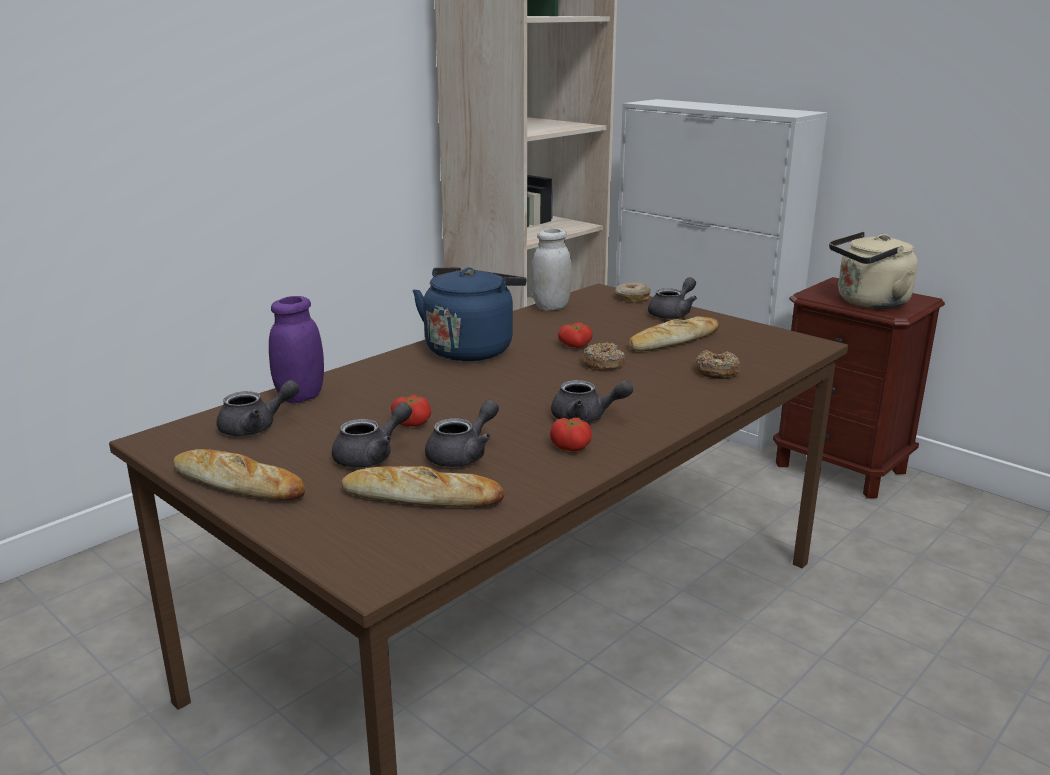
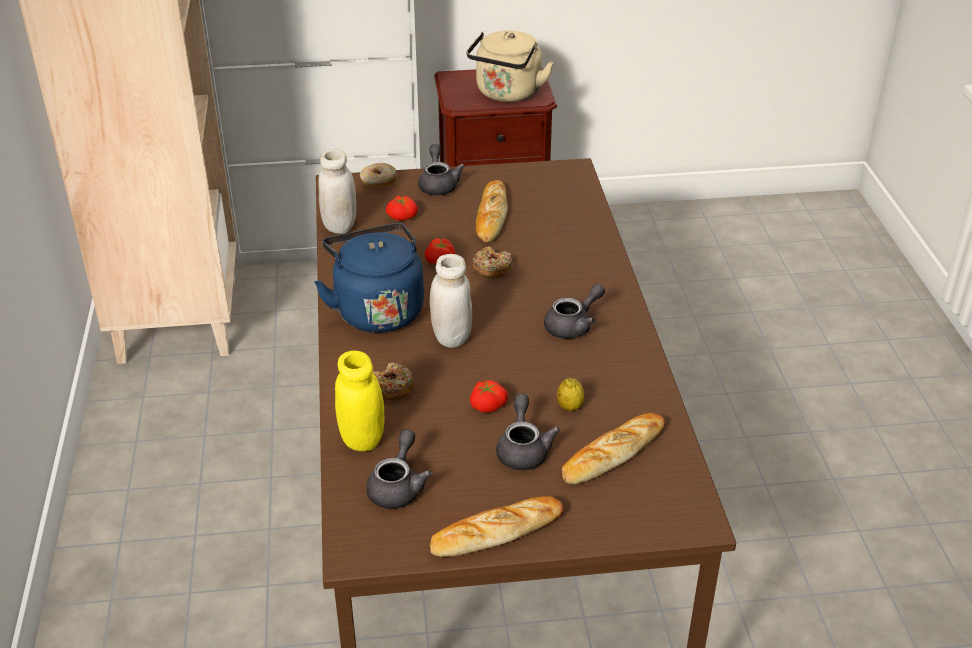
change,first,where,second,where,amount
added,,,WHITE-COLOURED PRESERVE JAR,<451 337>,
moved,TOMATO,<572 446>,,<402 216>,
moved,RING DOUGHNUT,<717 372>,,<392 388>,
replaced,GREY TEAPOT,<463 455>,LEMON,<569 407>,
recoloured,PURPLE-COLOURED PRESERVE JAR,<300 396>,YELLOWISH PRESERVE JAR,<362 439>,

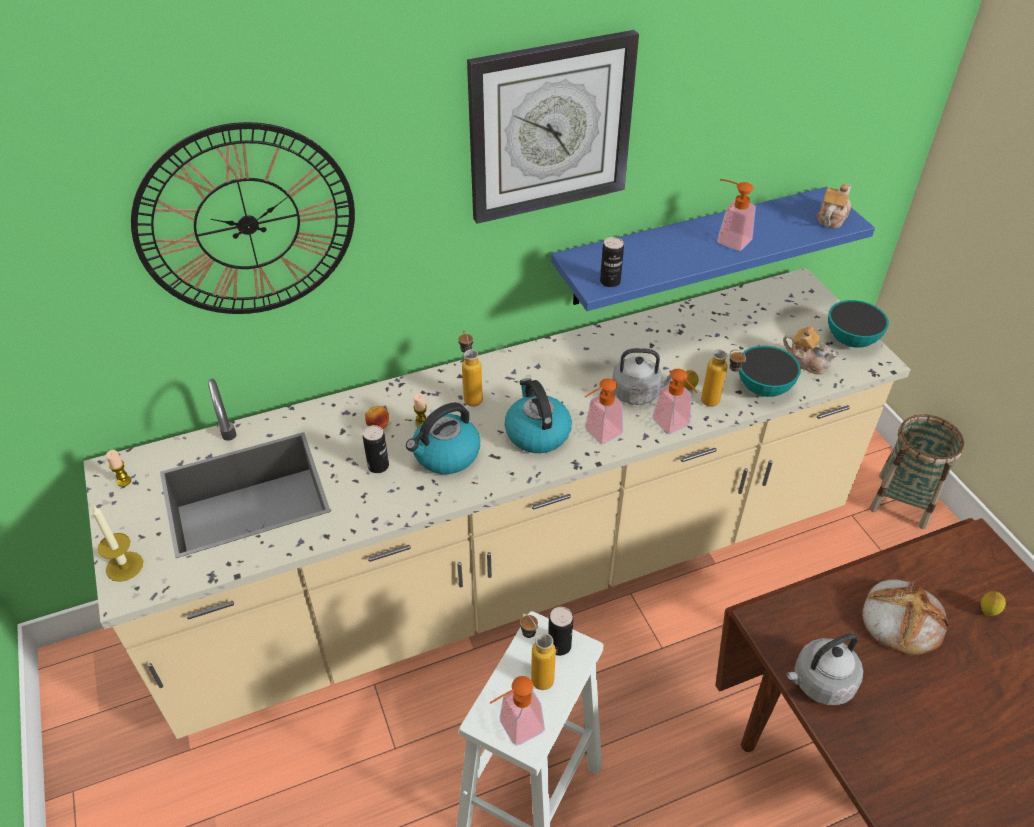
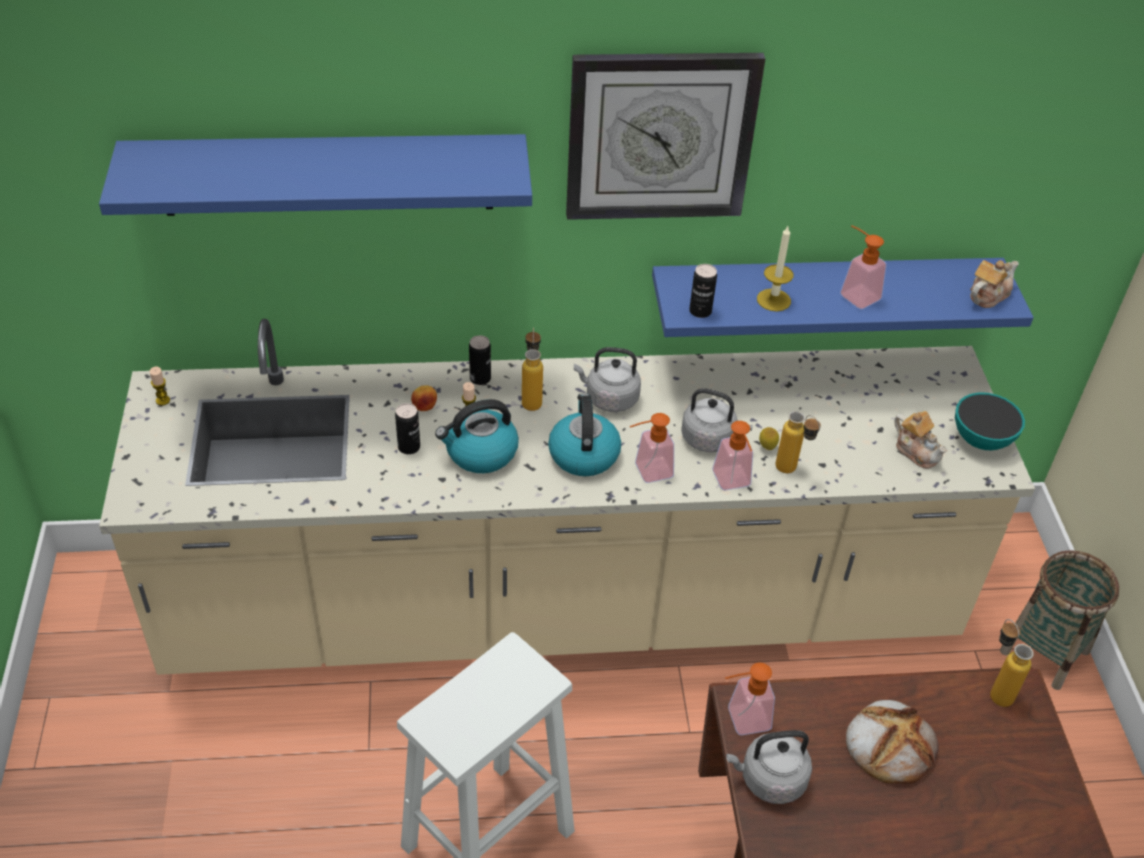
change,first,where,second,where,amount
removed,BOWL,<763 388>,,,
removed,LEMON,<987 611>,,,
added,,,GREY KETTLE,<609 398>,
moved,WAX LIGHT,<124 566>,,<773 300>,
moved,SOAP BOTTLE,<514 729>,,<741 720>,
moved,BOTTLE,<536 674>,,<995 689>,
moved,SEALED CAN,<559 646>,,<480 378>,
replaced,WALL CLOCK,<247 224>,BLUISH WALL SHELF,<327 174>,

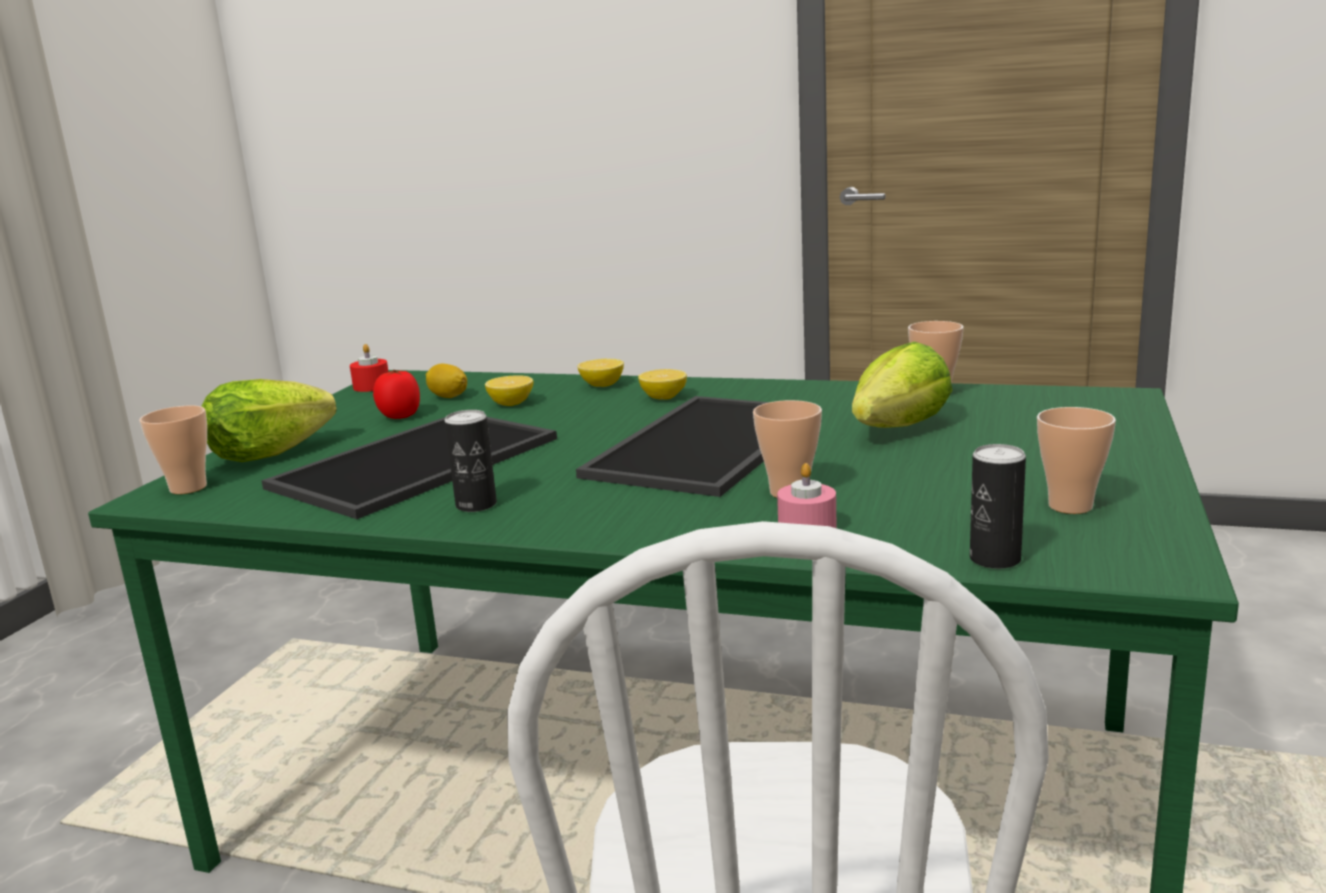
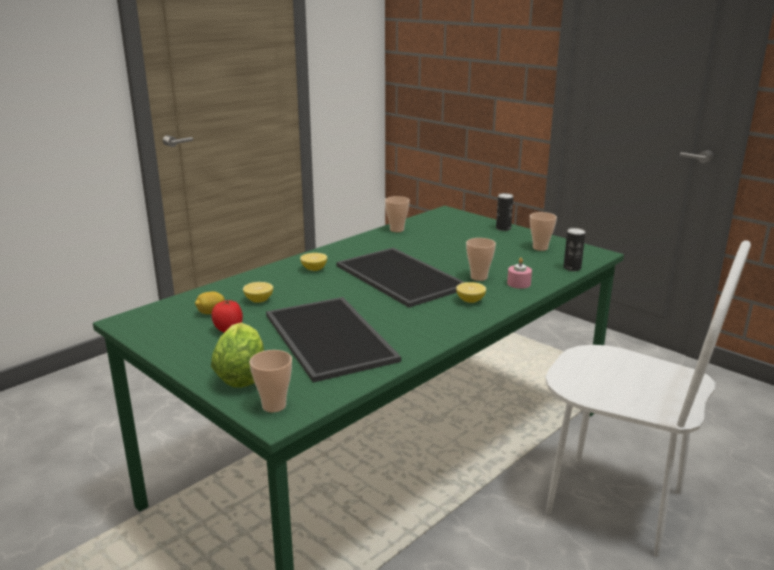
change,first,where,second,where,amount
removed,RED-COLOURED WAX LIGHT,<371 386>,,,
removed,HEAD OF LETTUCE,<900 428>,,,
moved,SEALED CAN,<476 505>,,<503 228>,
moved,LEMON,<602 385>,,<470 301>,

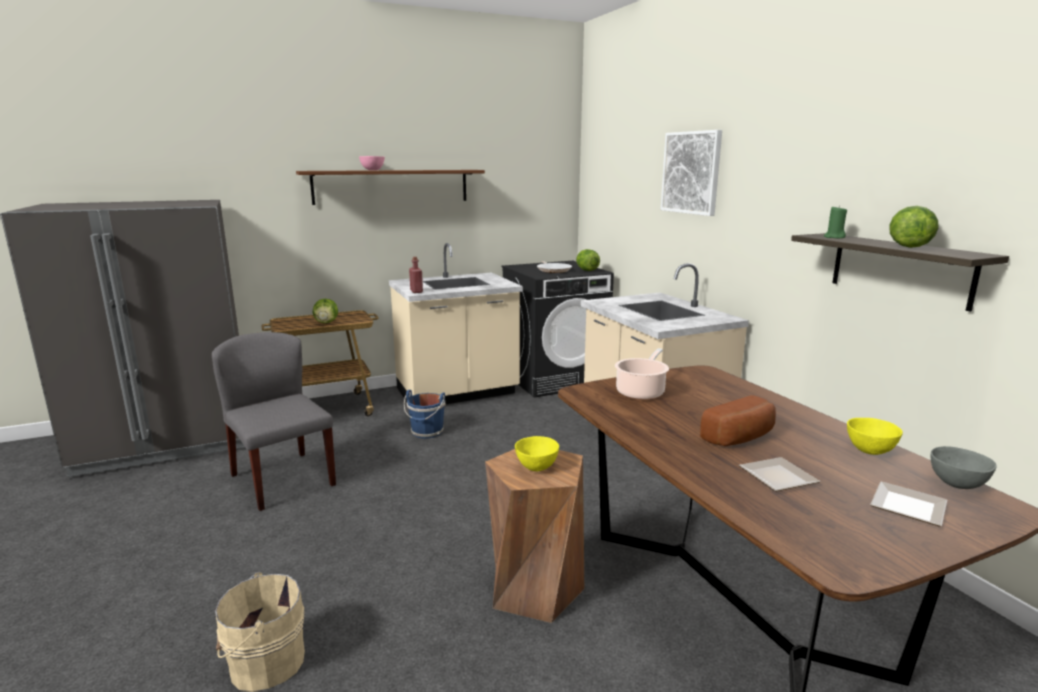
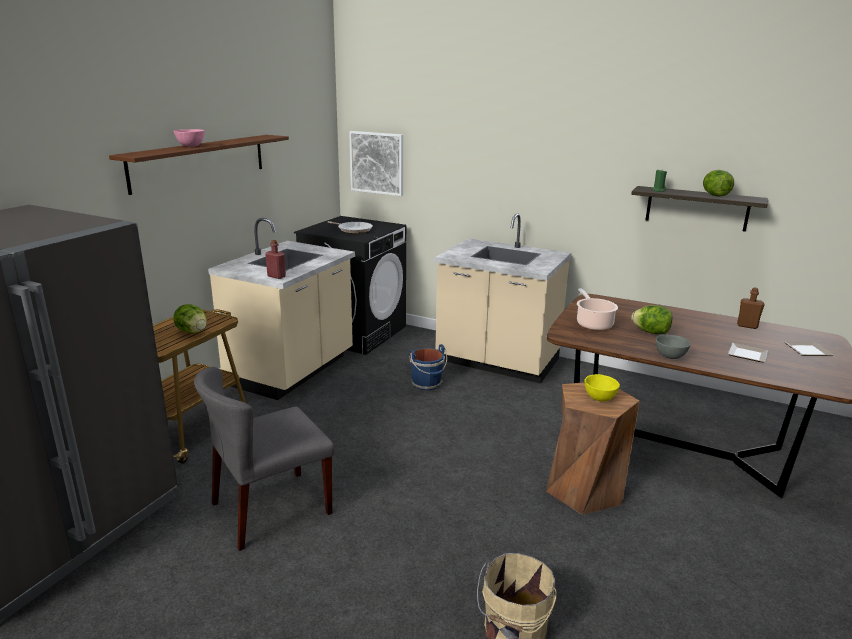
change,first,where,second,where,amount
removed,BREAD,<741 438>,,,
moved,BLUISH WATER BUCKET,<427 432>,,<427 384>,
moved,HEAD OF LETTUCE,<587 270>,,<651 332>,
moved,PICTURE,<691 172>,,<377 163>,
moved,GREY BOWL,<956 485>,,<670 357>,
replaced,YELLOWISH BOWL,<870 450>,BROWN BOTTLE,<747 326>,
turned,GREY CHAIR,<282 479>,,<270 509>,45 degrees counterclockwise

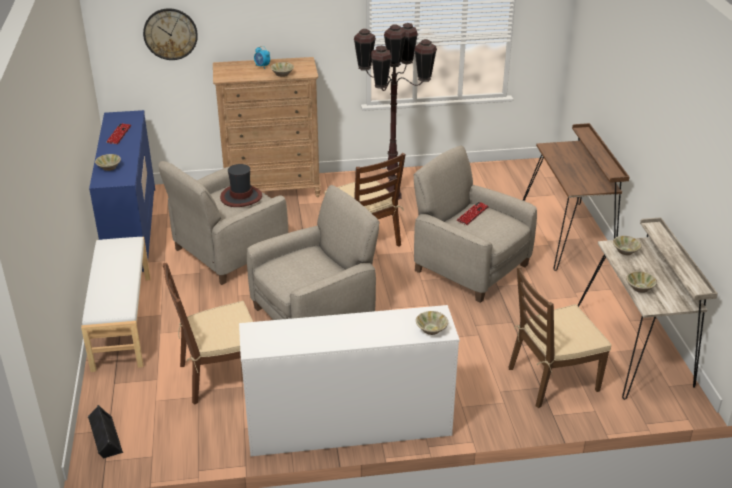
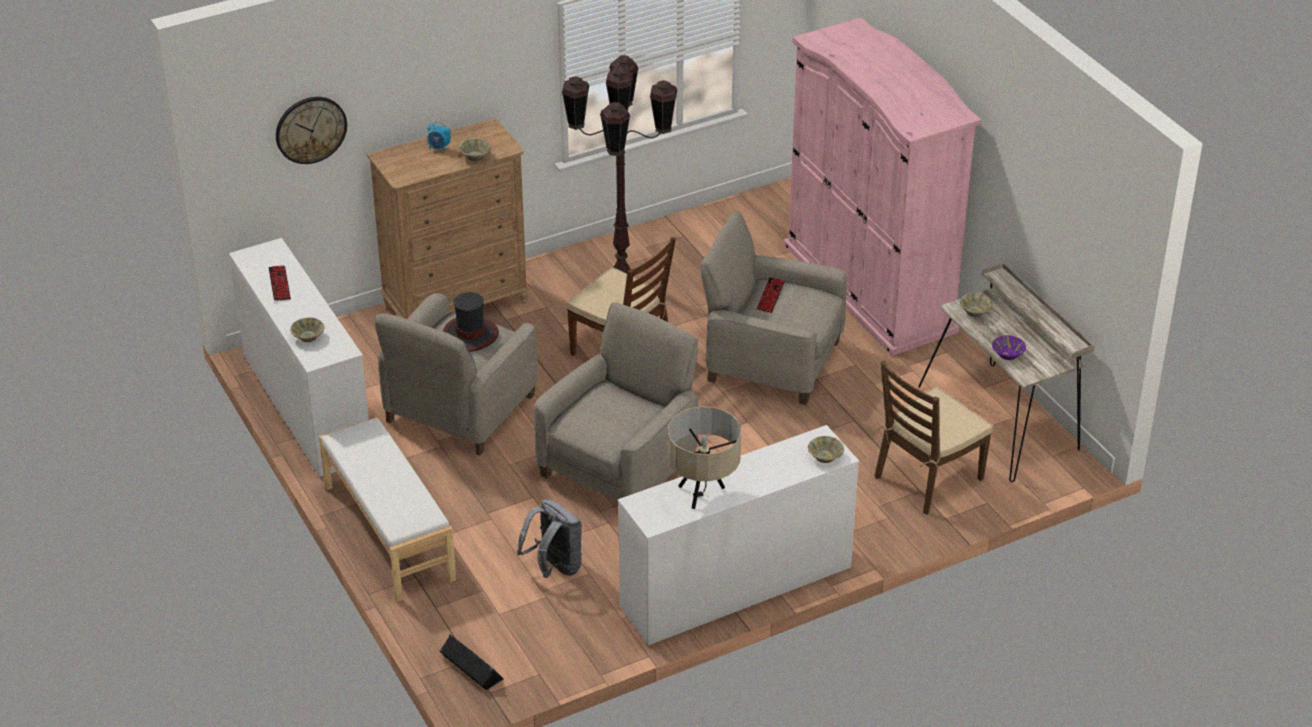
change,first,where,second,where,amount
added,,,SAND-COLOURED TABLE LAMP,<703 494>,
replaced,BROWN CHAIR,<219 376>,GREY KNAPSACK,<554 567>,
replaced,BROWN DESK TABLE,<569 234>,PINKISH WARDROBE,<869 288>,
recoloured,BLUISH CHEST OF DRAWERS,<132 229>,WHITE-COLOURED CHEST OF DRAWERS,<306 406>,
recoloured,SAND-COLOURED BOWL,<639 288>,PURPLE-COLOURED BOWL,<1007 354>,

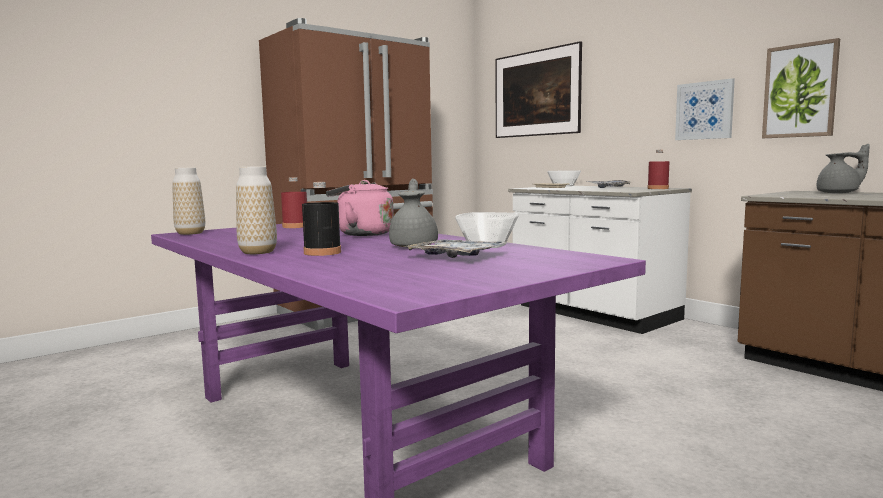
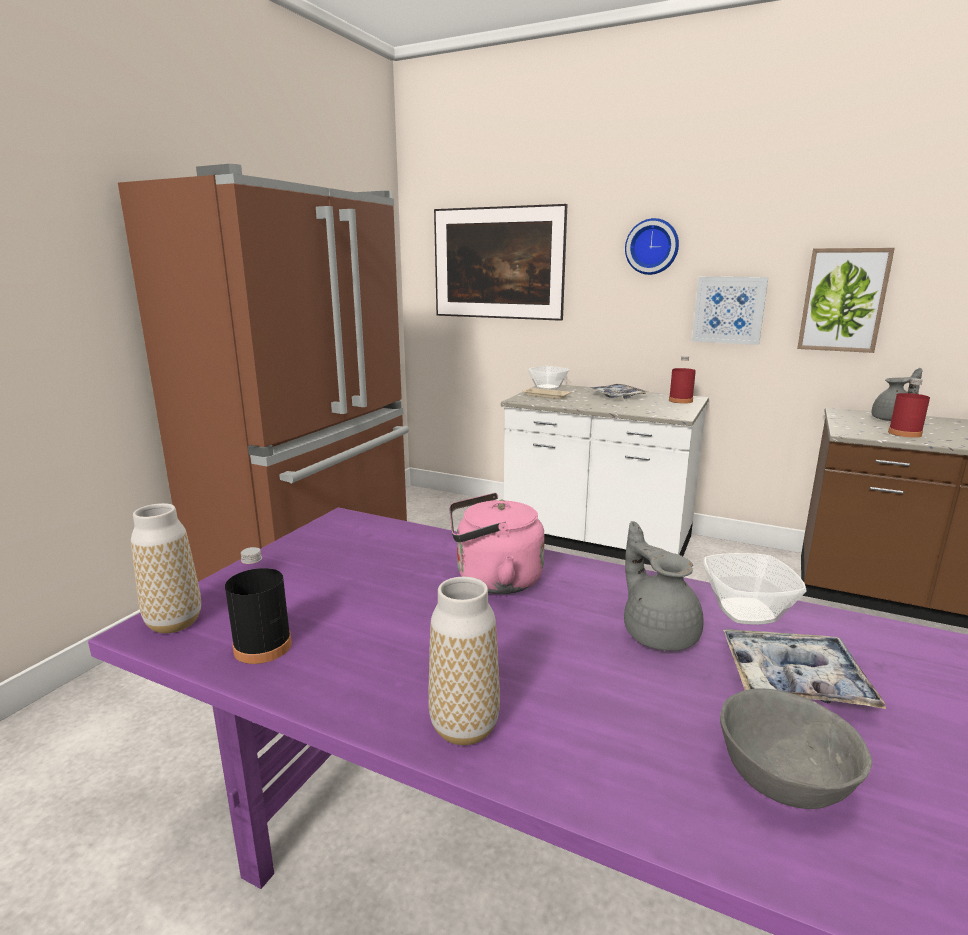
change,first,where,second,where,amount
added,,,WALL CLOCK,<652 246>,
added,,,GREY BOWL,<784 776>,
moved,RED-COLOURED BOTTLE,<295 226>,,<904 433>,
moved,BLACK BOTTLE,<322 252>,,<263 647>,

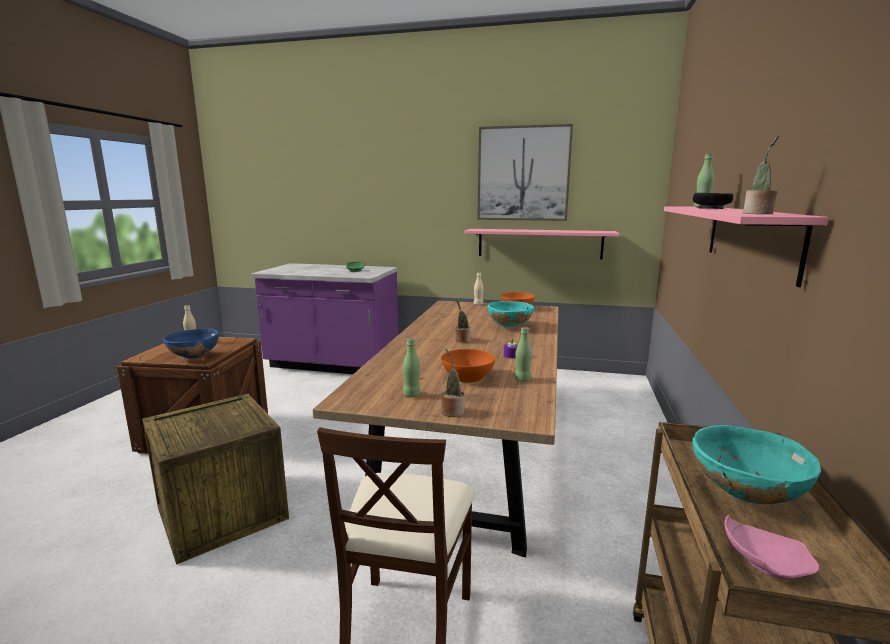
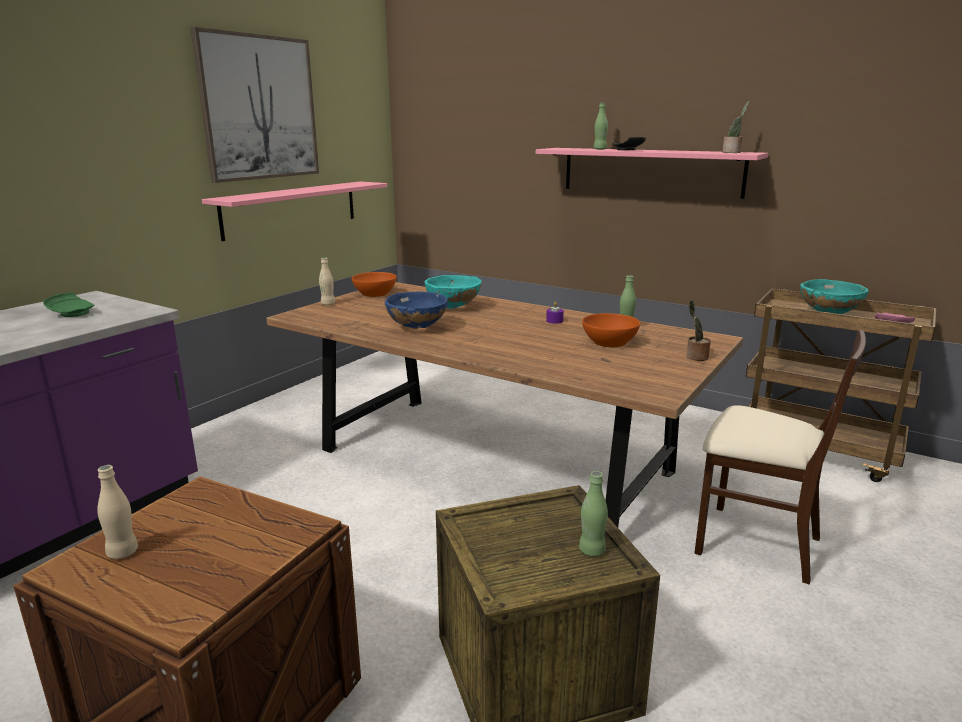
change,first,where,second,where,amount
removed,HOUSEPLANT,<462 340>,,,
moved,BLUISH BOWL,<194 357>,,<417 328>,
moved,GREEN BOTTLE,<411 394>,,<592 550>,

